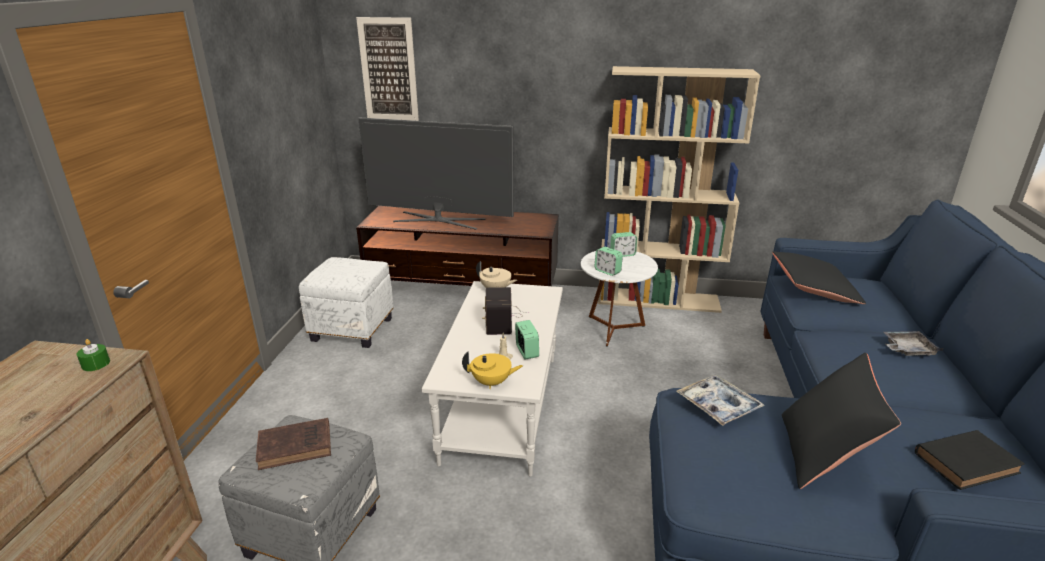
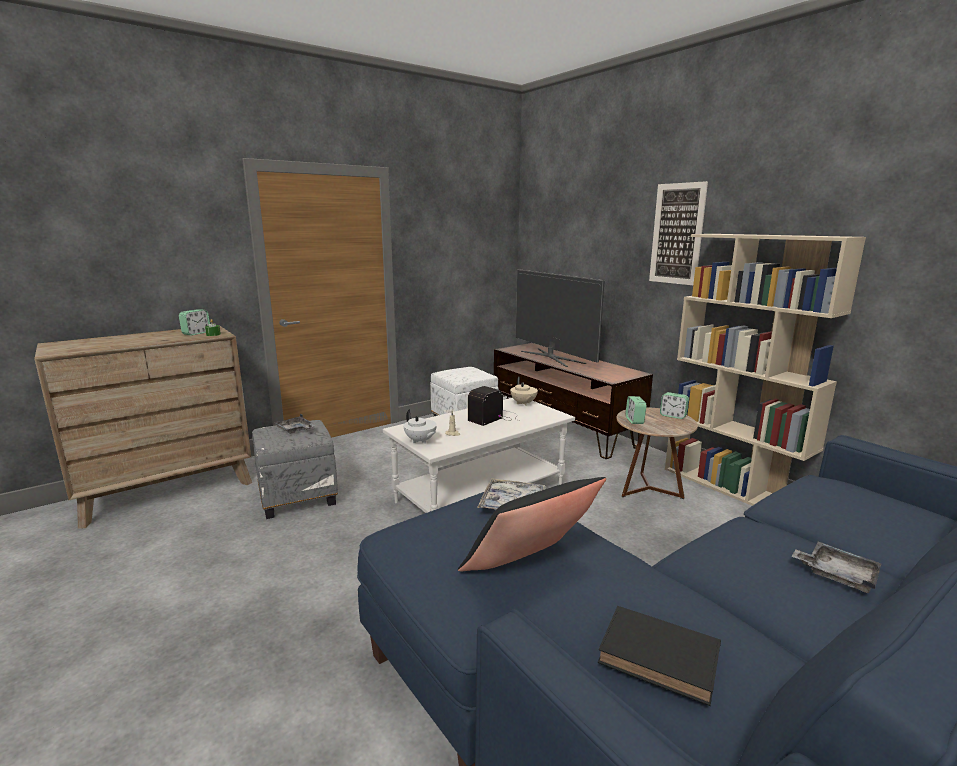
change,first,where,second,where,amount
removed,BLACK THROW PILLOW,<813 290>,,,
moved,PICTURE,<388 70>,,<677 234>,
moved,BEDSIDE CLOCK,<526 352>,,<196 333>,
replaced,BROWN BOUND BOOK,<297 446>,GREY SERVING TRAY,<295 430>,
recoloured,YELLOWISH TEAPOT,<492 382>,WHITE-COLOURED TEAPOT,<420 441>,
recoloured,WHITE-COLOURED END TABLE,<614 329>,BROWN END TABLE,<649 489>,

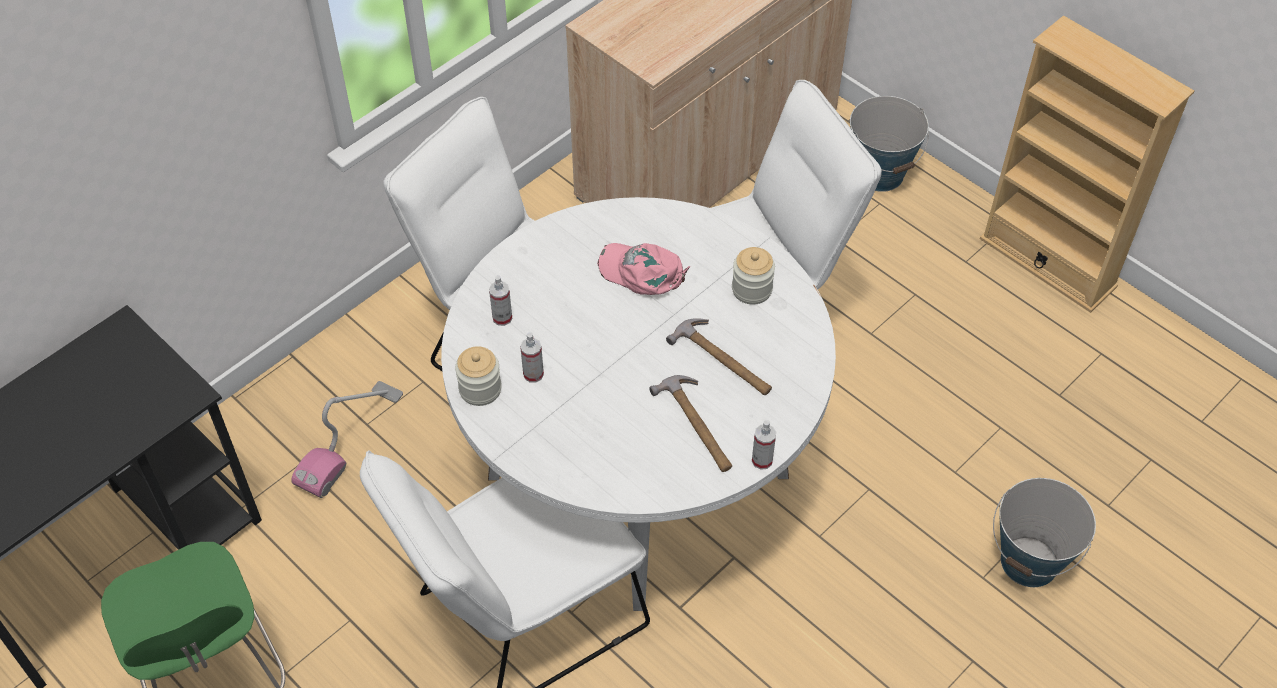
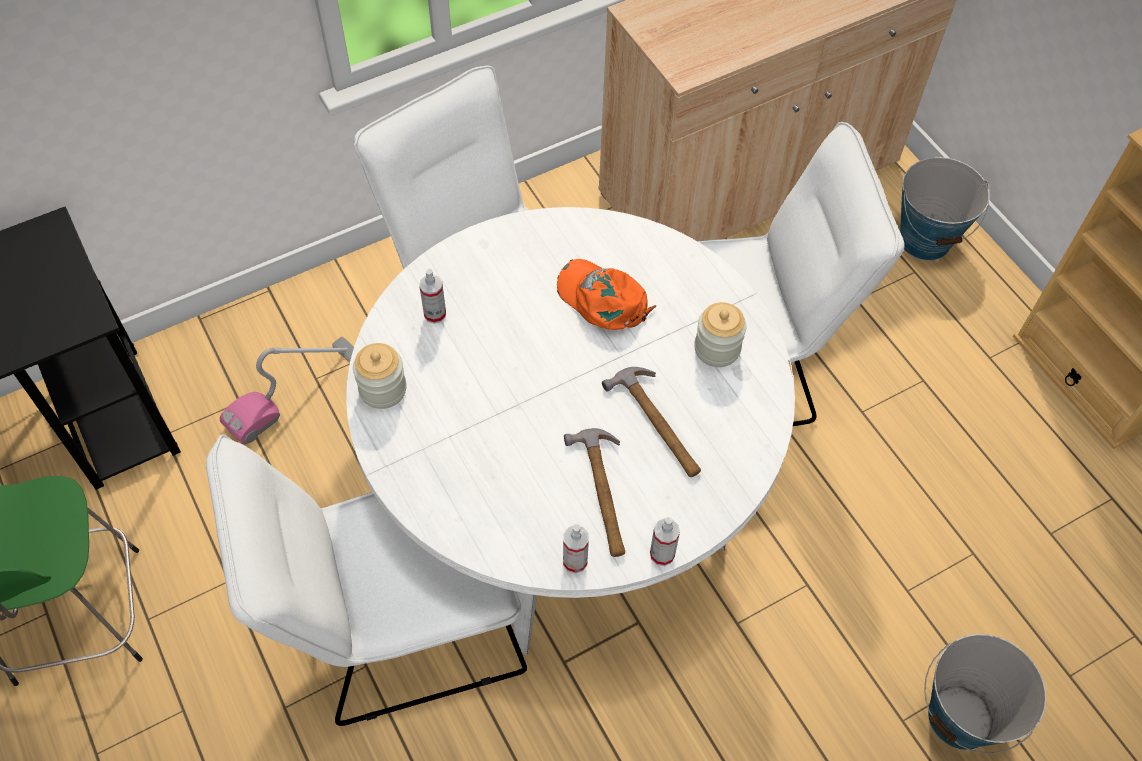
change,first,where,second,where,amount
moved,HAND SPRAYER,<533 374>,,<575 561>,
recoloured,PINKISH CAP,<642 272>,ORANGE CAP,<603 299>,

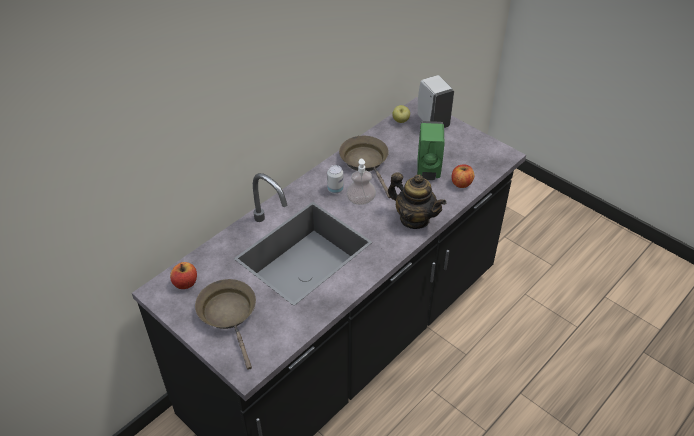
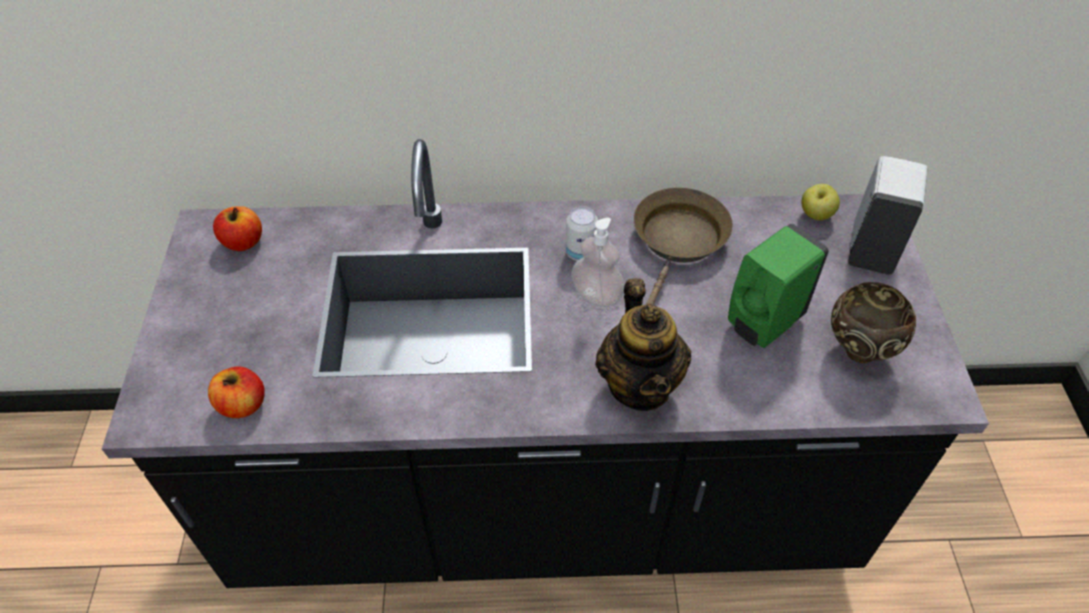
change,first,where,second,where,amount
removed,BROWN FRYING PAN,<229 315>,,,
added,,,BROWN BOWL,<858 349>,
moved,WHOLE APPLE,<461 183>,,<242 405>,

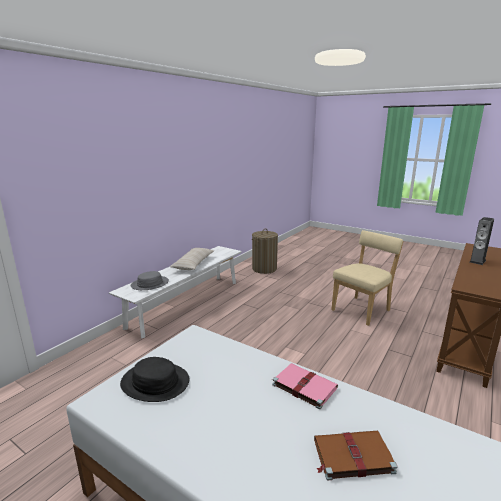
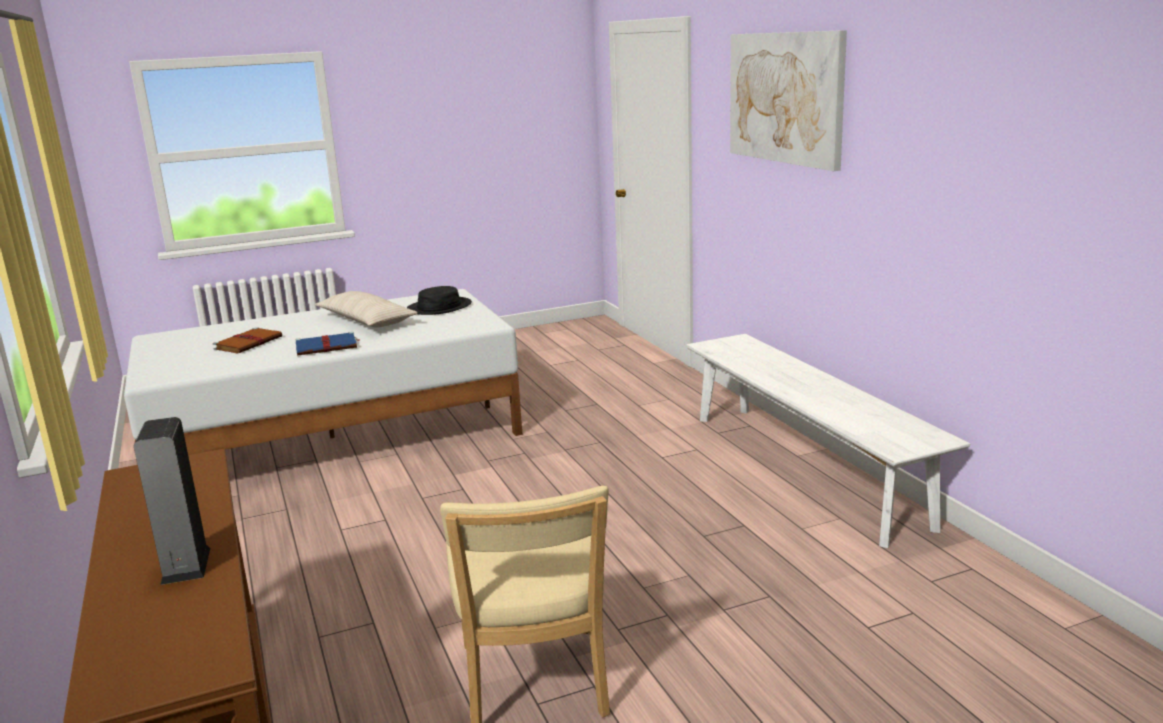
change,first,where,second,where,amount
removed,GREY CLOTHING HAT,<150 284>,,,
removed,LAUNDRY BASKET,<264 269>,,,
added,,,PICTURE,<785 97>,
moved,SAND-COLOURED THROW PILLOW,<193 264>,,<366 321>,
recoloured,PINKISH BOUND BOOK,<303 386>,BLUISH BOUND BOOK,<327 347>,

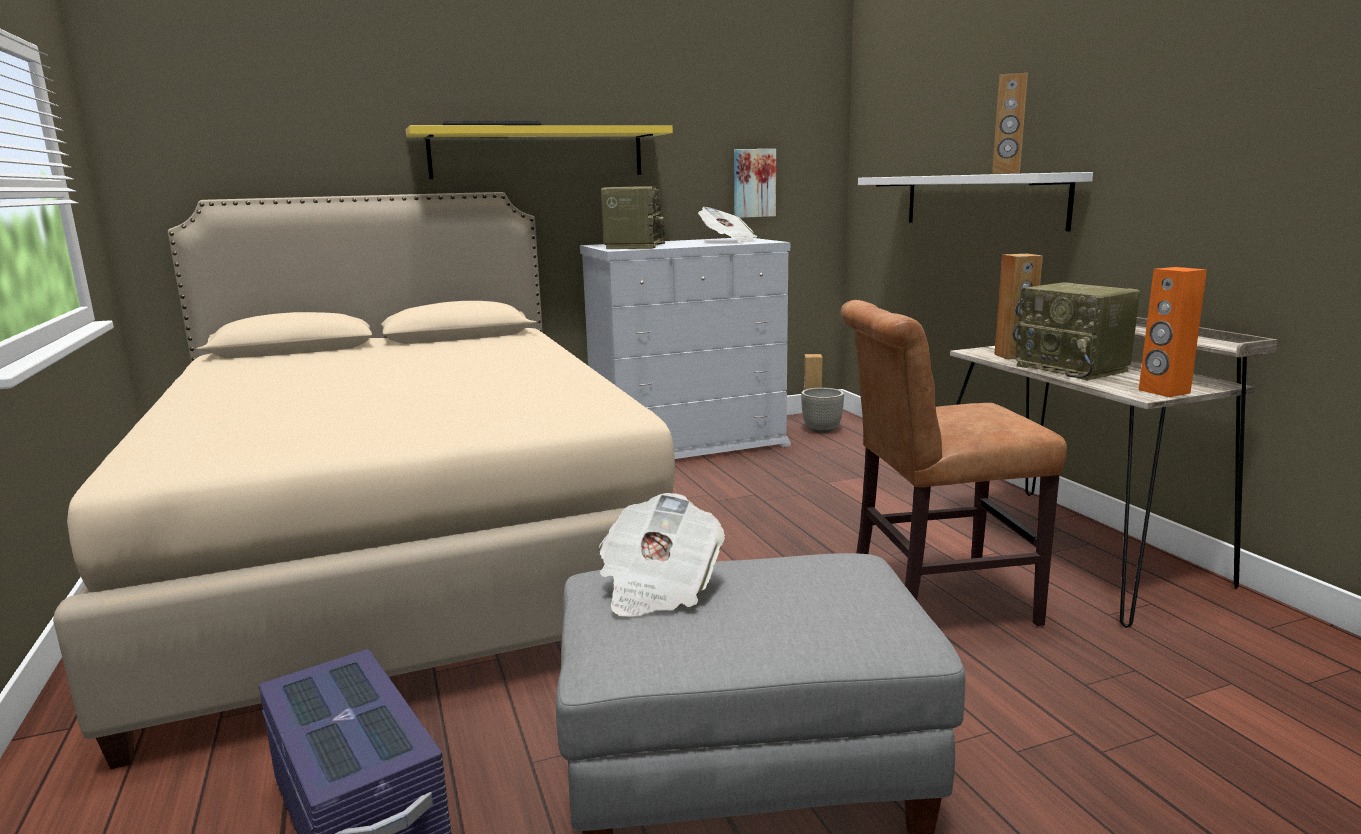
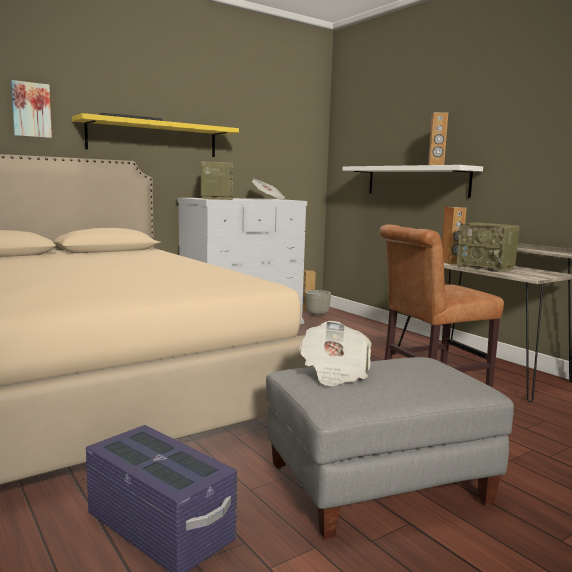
change,first,where,second,where,amount
removed,ORANGE AUDIO SPEAKER,<1163 391>,,,
moved,PICTURE,<753 183>,,<31 110>,

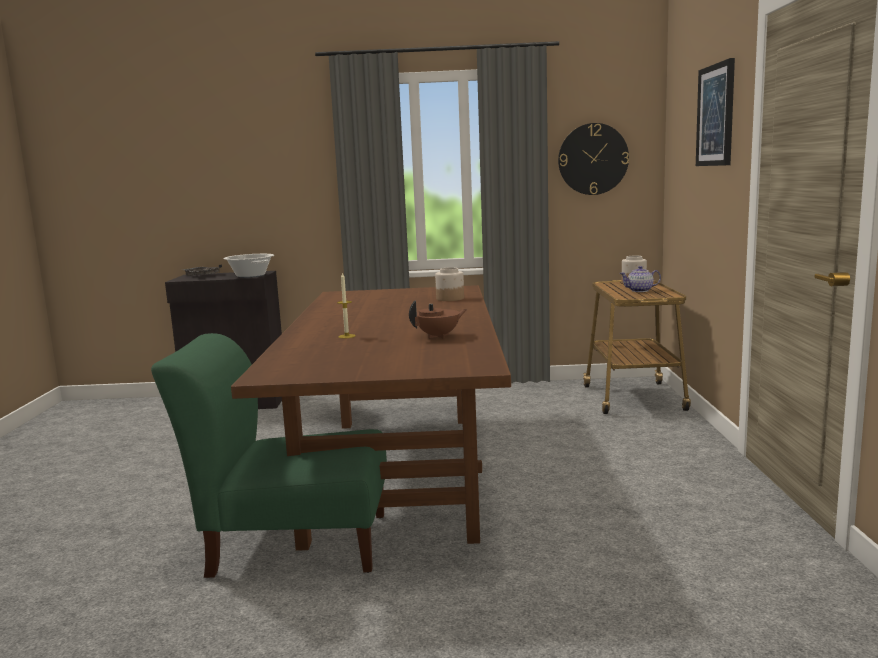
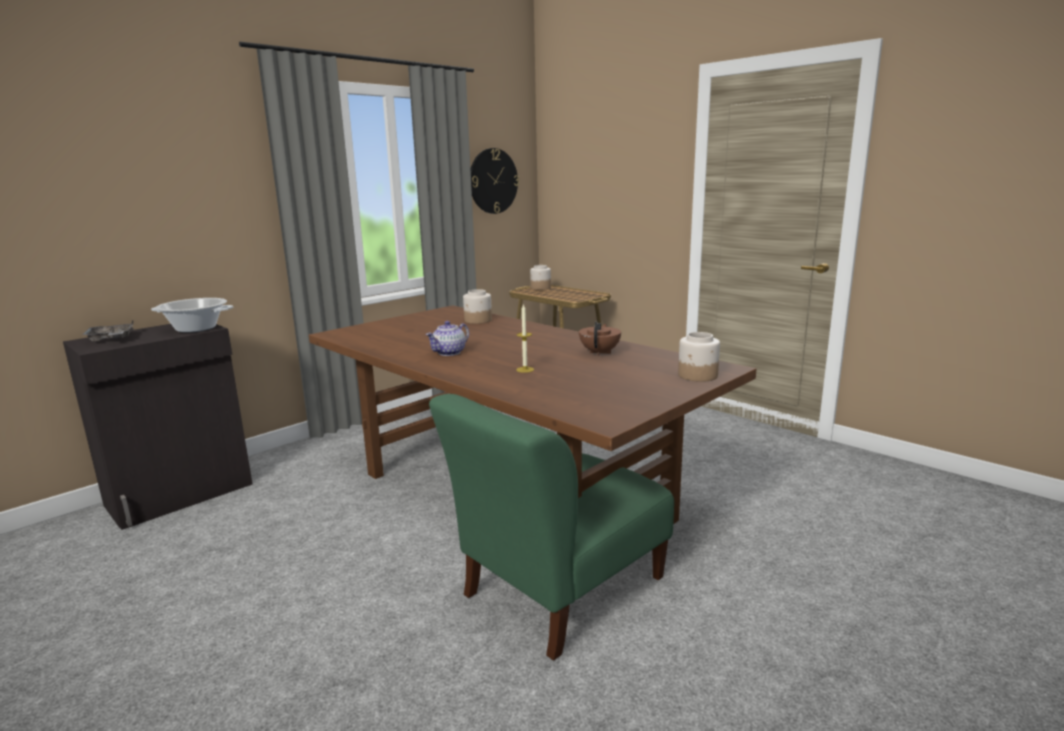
change,first,where,second,where,amount
removed,PICTURE,<716 115>,,,
added,,,PRESERVE JAR,<697 375>,
moved,TEAPOT,<640 290>,,<449 352>,

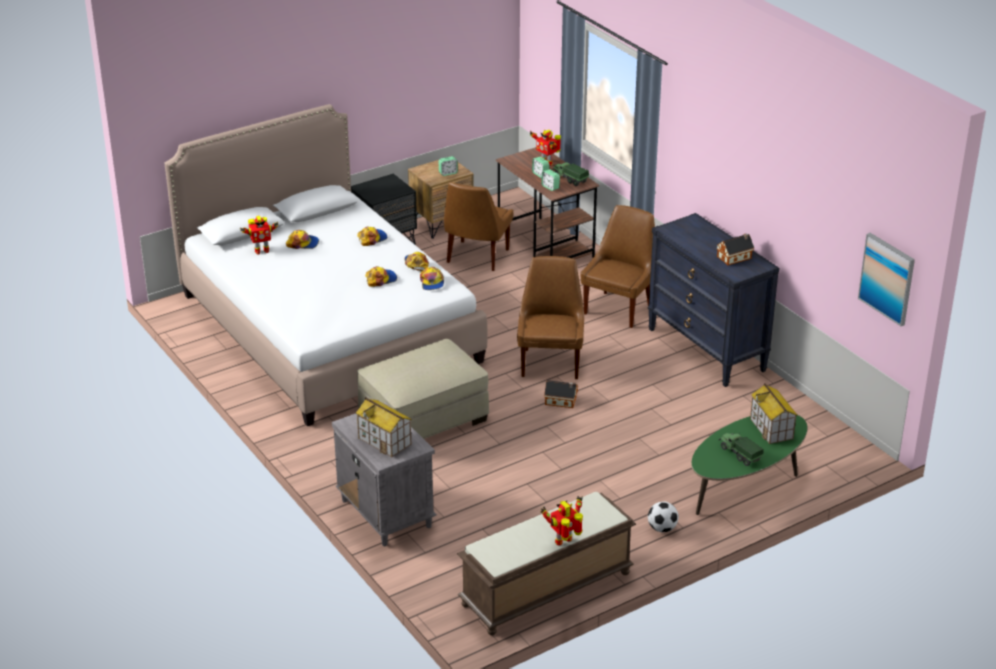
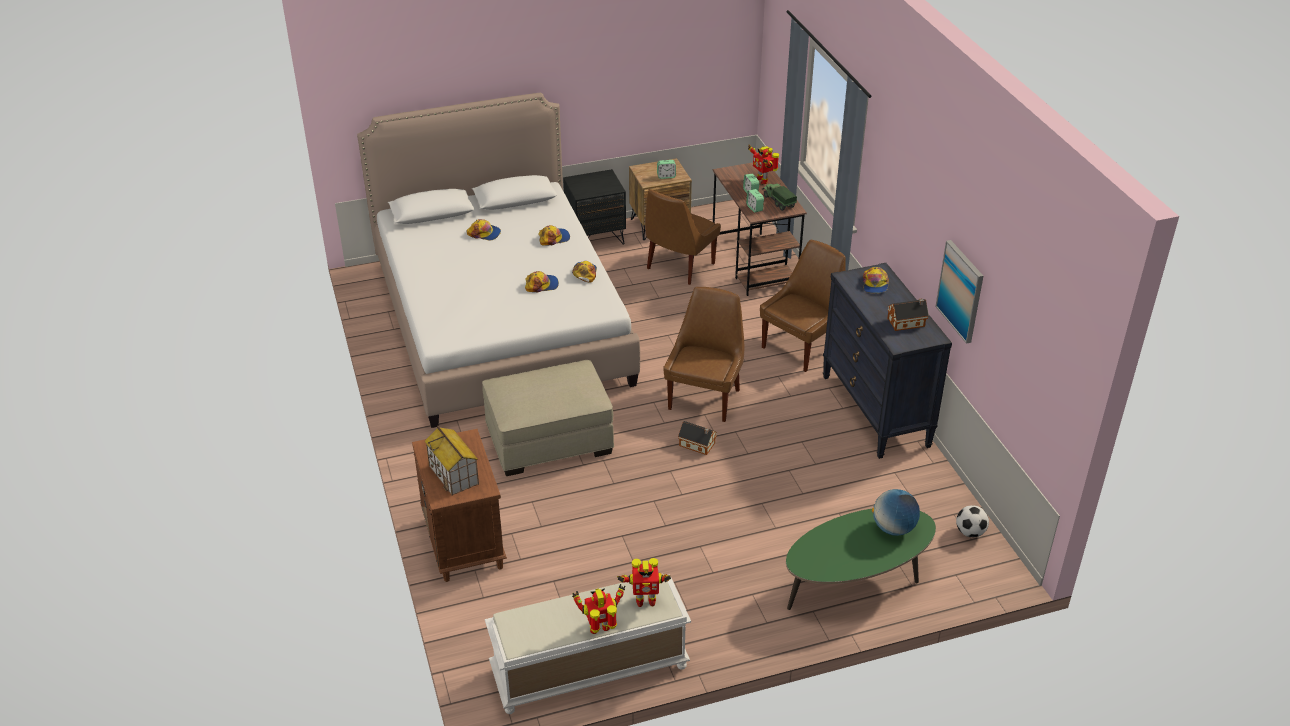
change,first,where,second,where,amount
removed,TOY TRUCK,<739 454>,,,
moved,MODEL ROBOT,<261 251>,,<645 600>,
moved,CAP,<432 282>,,<875 284>,
moved,BALL FOR FOOTBALL,<662 528>,,<970 532>,
moved,PICTURE,<887 278>,,<961 291>,
replaced,MODEL HOUSE,<772 429>,WORLD GLOBE,<893 528>,
recoloured,GREY NIGHT TABLE,<385 513>,BROWN NIGHT TABLE,<463 542>,
recoloured,BROWN LONG SEAT,<546 590>,WHITE-COLOURED LONG SEAT,<589 670>,

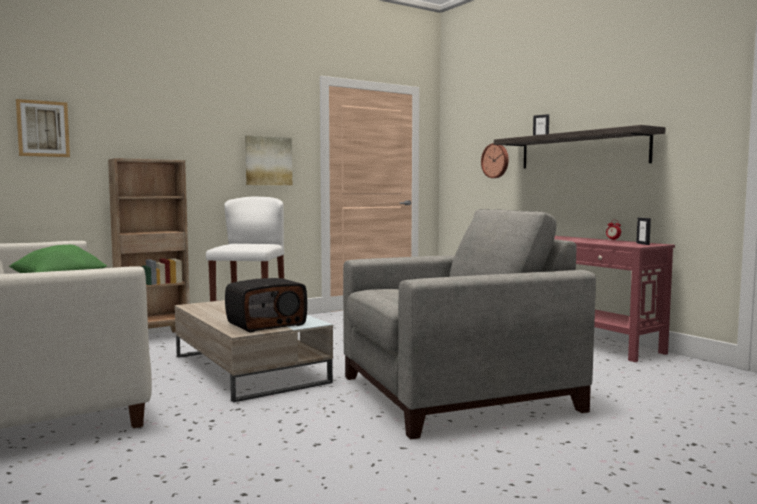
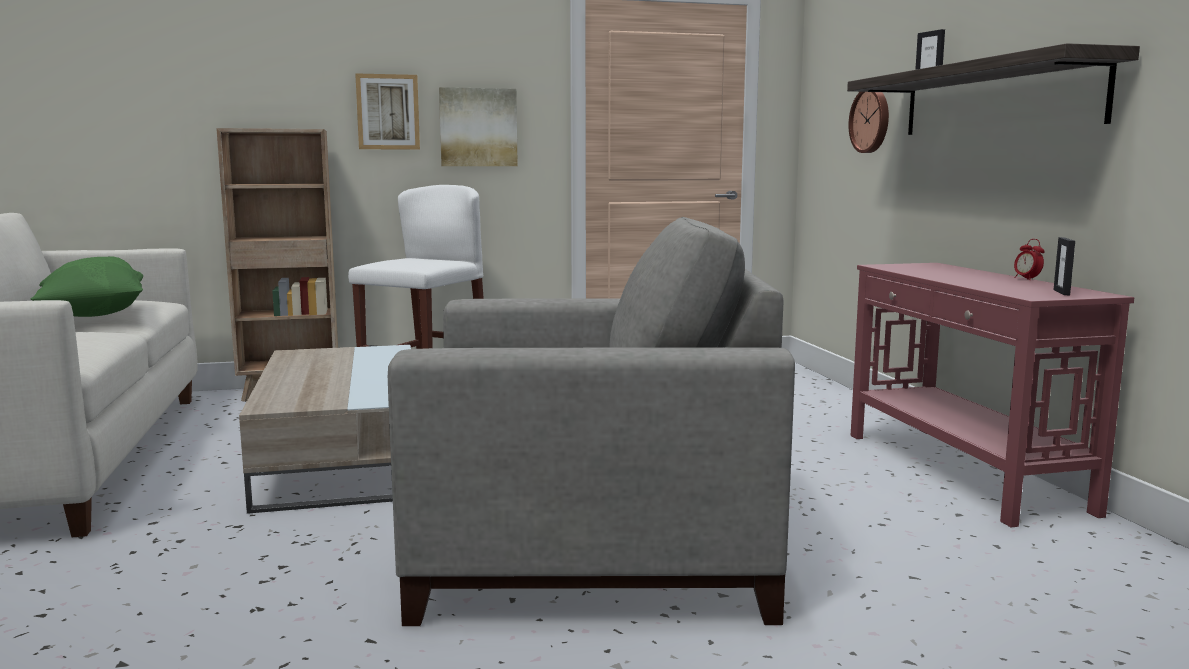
change,first,where,second,where,amount
removed,RADIO RECEIVER,<266 324>,,,
moved,PICTURE,<43 129>,,<388 112>,

